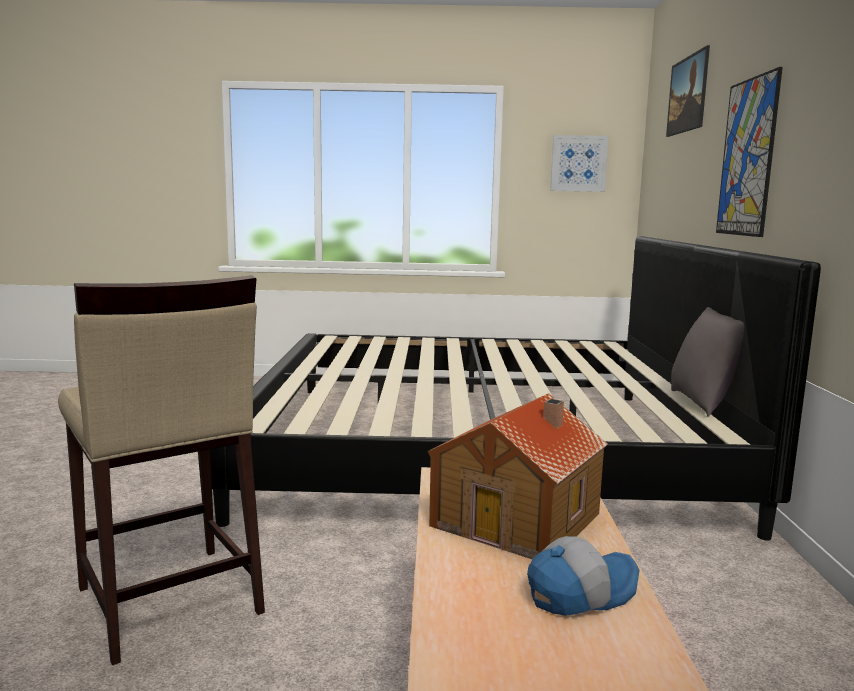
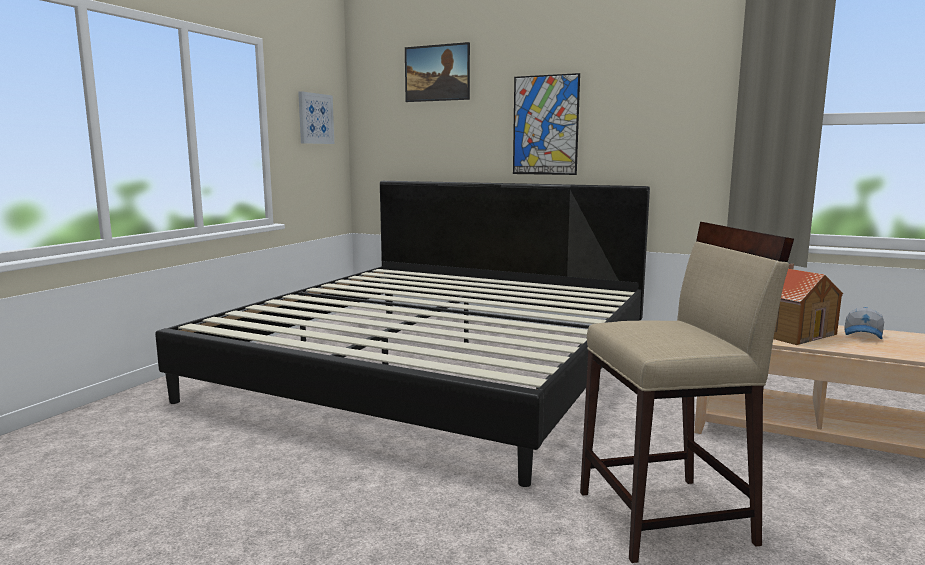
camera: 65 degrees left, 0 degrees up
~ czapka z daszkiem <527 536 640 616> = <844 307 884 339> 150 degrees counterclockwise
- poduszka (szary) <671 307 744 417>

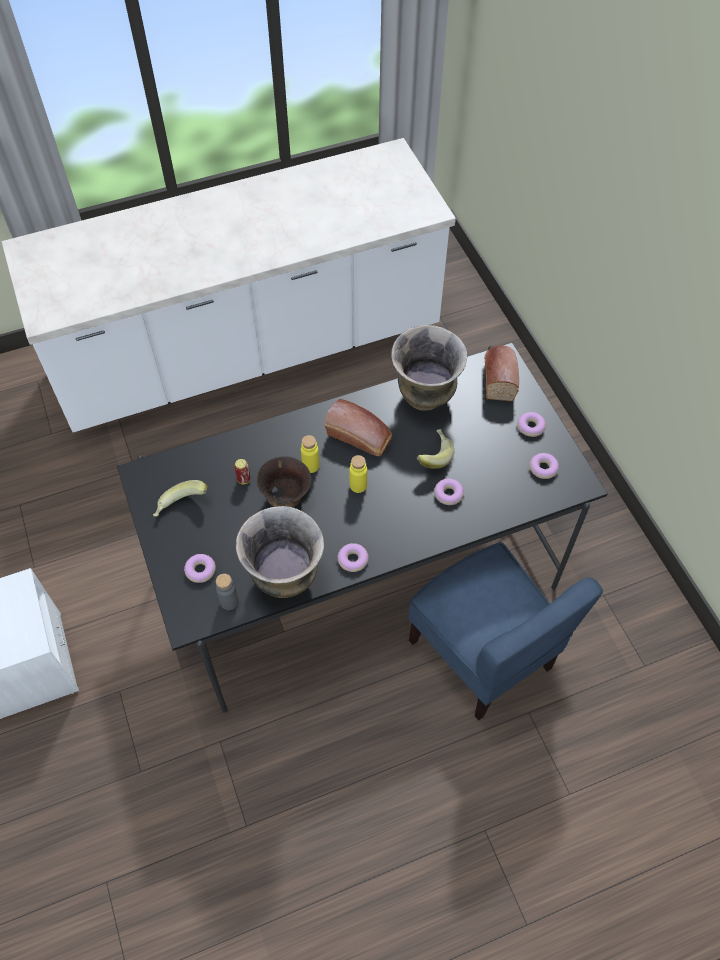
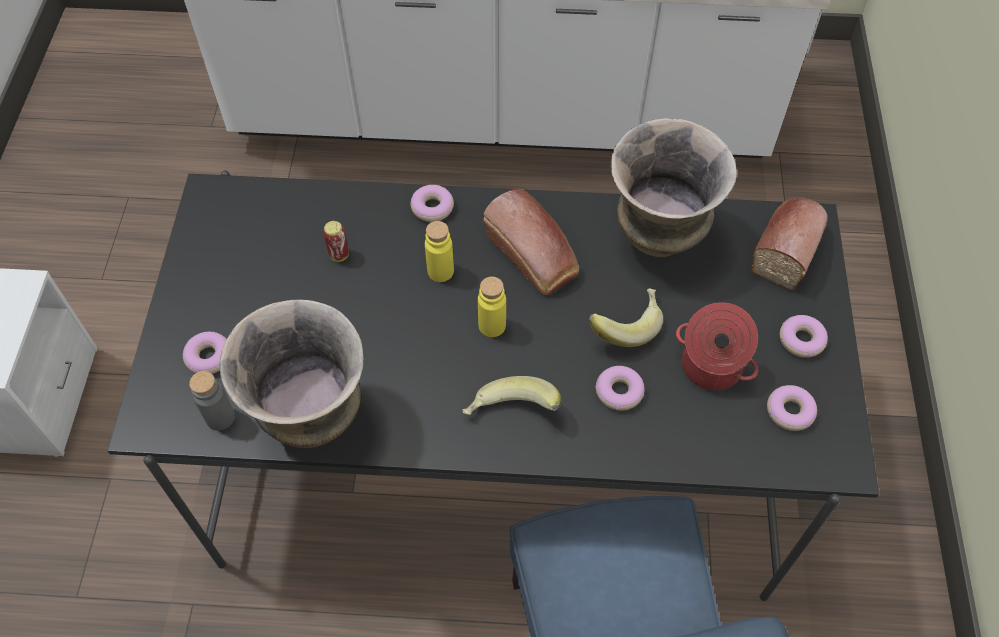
camera: 25 degrees right, 0 degrees up
~ donut <337 543 368 572> to <410 185 454 222>
~ banan <153 480 208 517> to <462 376 562 415>
+ garnek <676 302 758 390>
- miska (brązowy) <256 456 311 507>

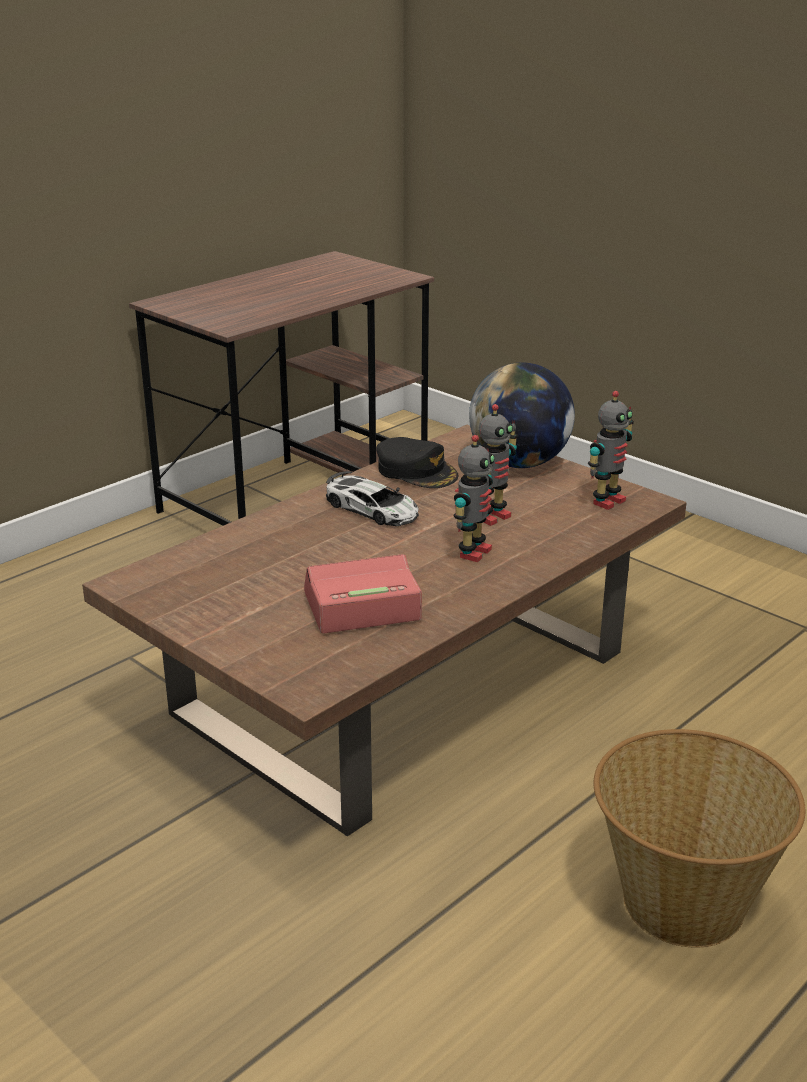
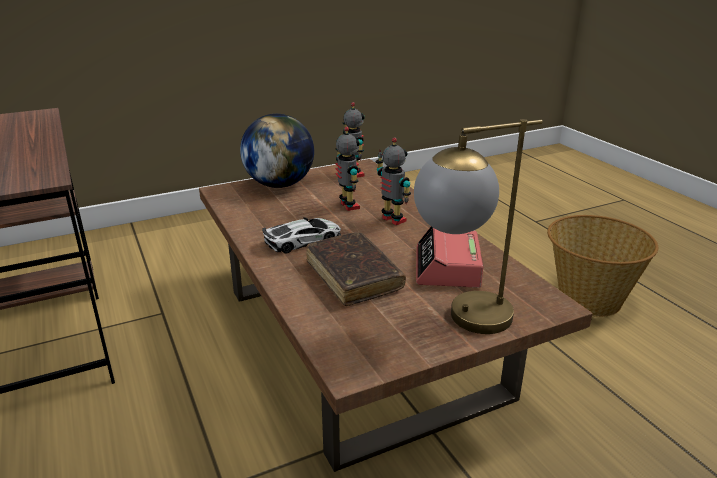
camera: 70 degrees left, 0 degrees up
+ książka (brązowy) <306 232 406 306>
+ lampa stołowa <414 119 543 334>
- czapka z daszkiem (czarny) <376 437 458 488>

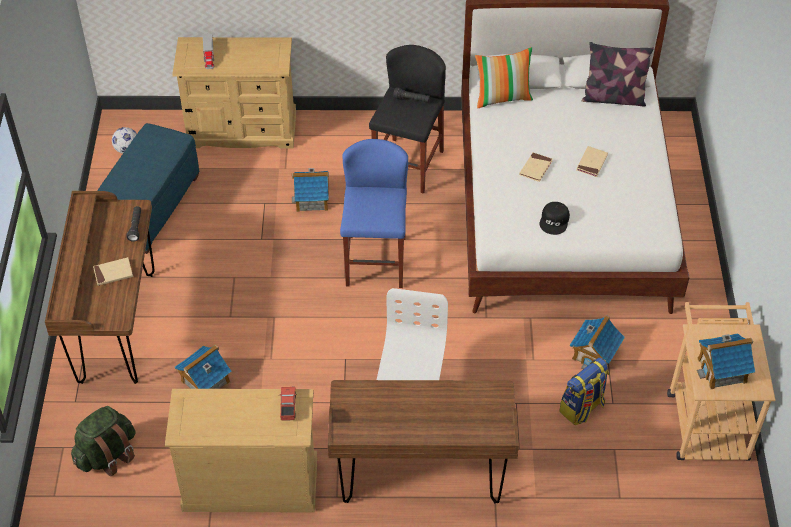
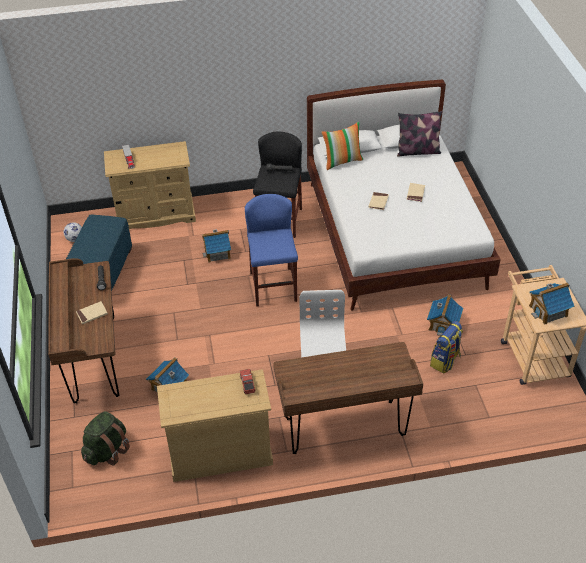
camera: 10 degrees left, 5 degrees down
- czapka z daszkiem (czarny) <539 202 570 235>

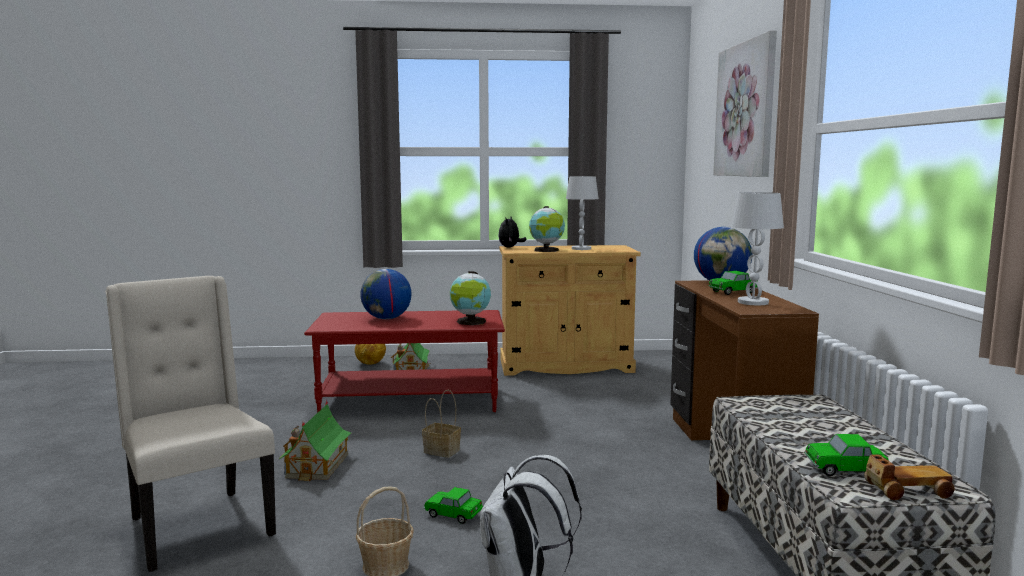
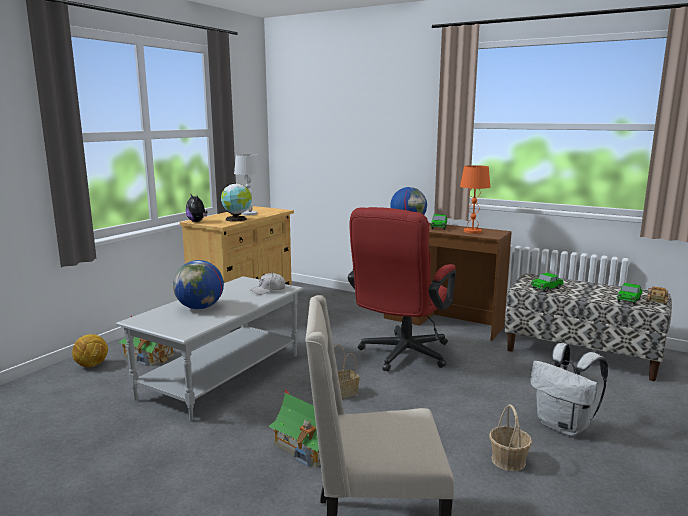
camera: 55 degrees left, 5 degrees up
~ ława (czerwony) <304 310 505 413> to ława (szary) <116 276 304 421>
~ globus <450 271 491 325> to czapka z daszkiem (biały) <250 273 285 295>
+ krzesło biurowe (czerwony) <348 207 456 372>
~ lampa stołowa (biały) <731 192 784 305> to lampa stołowa (pomarańczowy) <460 165 490 234>
~ samochodzik <424 487 483 524> to <531 273 563 292>
- obraz <713 30 777 177>

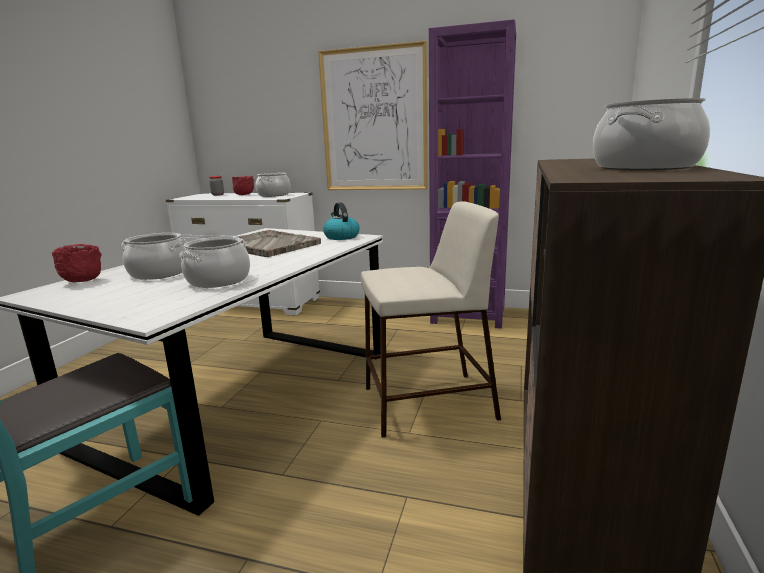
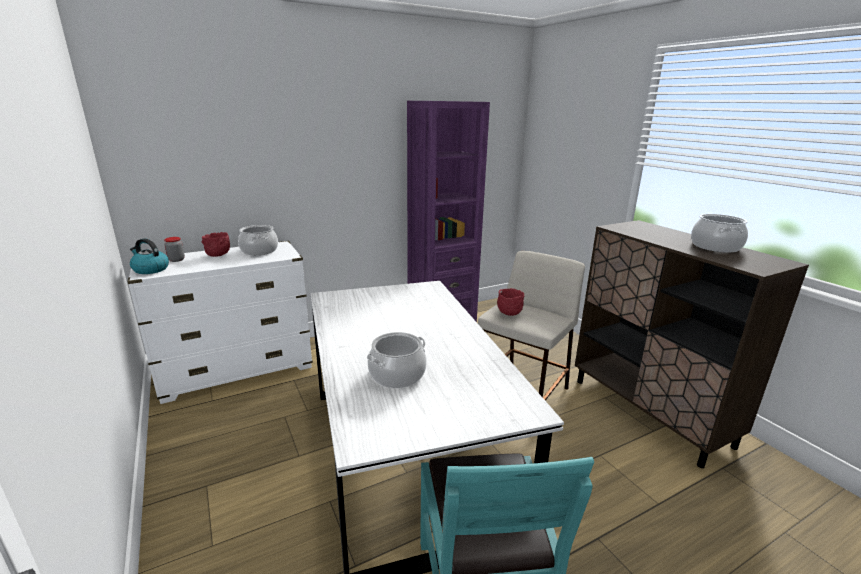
camera: 45 degrees left, 5 degrees up
~ czajnik <323 202 360 240> to <130 238 169 274>
~ miska (czerwony) <52 244 102 282> to <497 288 525 316>
- garnek <179 237 250 288>
- taca (szary) <238 230 321 257>
- obraz <318 41 428 190>

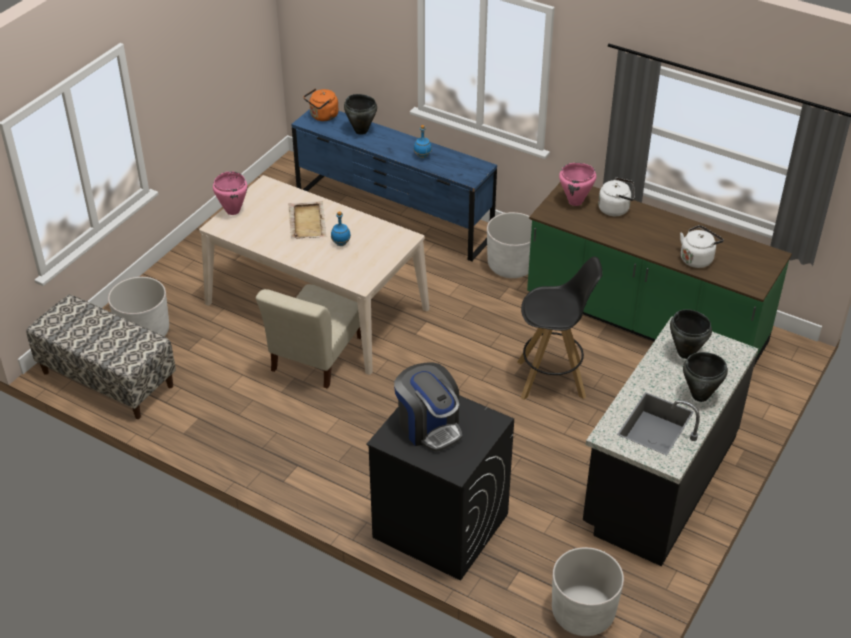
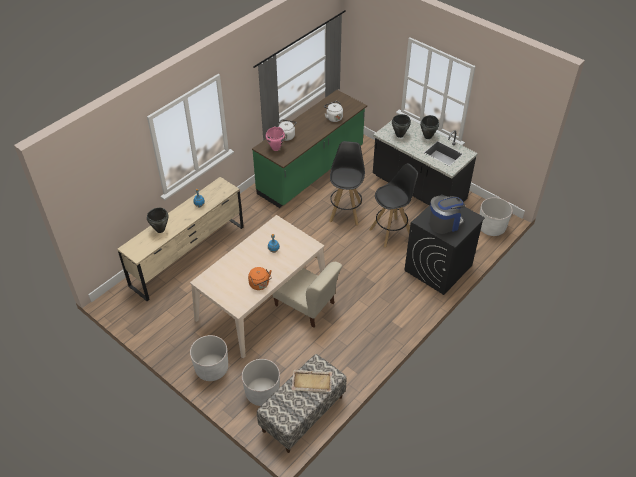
camera: 80 degrees left, 5 degrees up
~ komoda (niebieski) <291 109 497 261> to komoda (beżowy) <117 177 244 301>
~ donica (biały) <487 212 532 278> to <190 335 228 381>
~ czajnik (pomarańczowy) <303 88 339 121> to <248 267 272 290>
~ taca (beżowy) <288 201 327 239> to <292 370 332 392>
+ stołek (czarny) <369 163 418 247>
- garnek (różowy) <213 171 247 215>

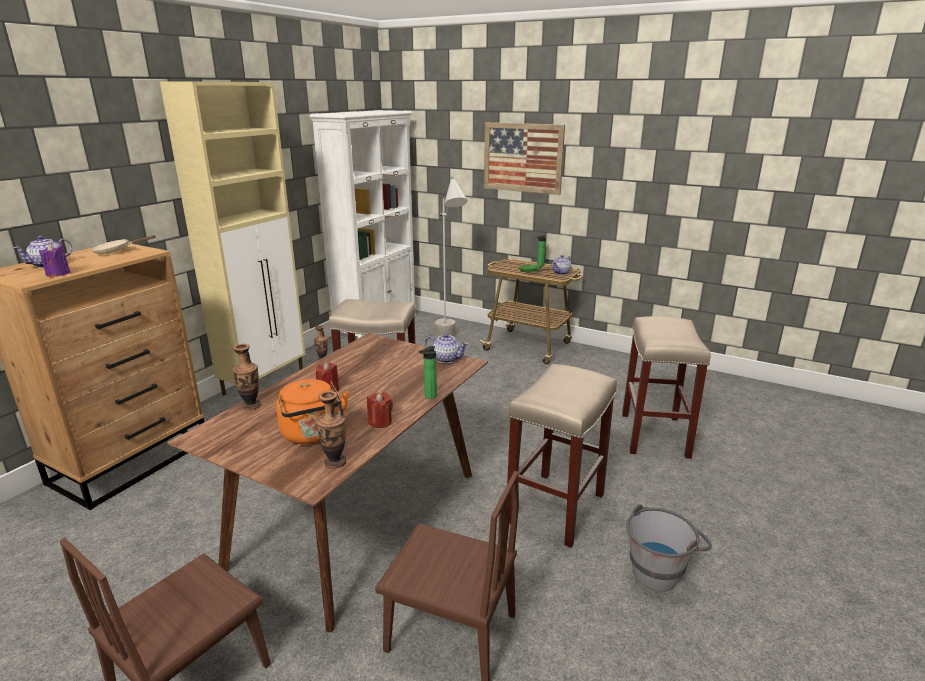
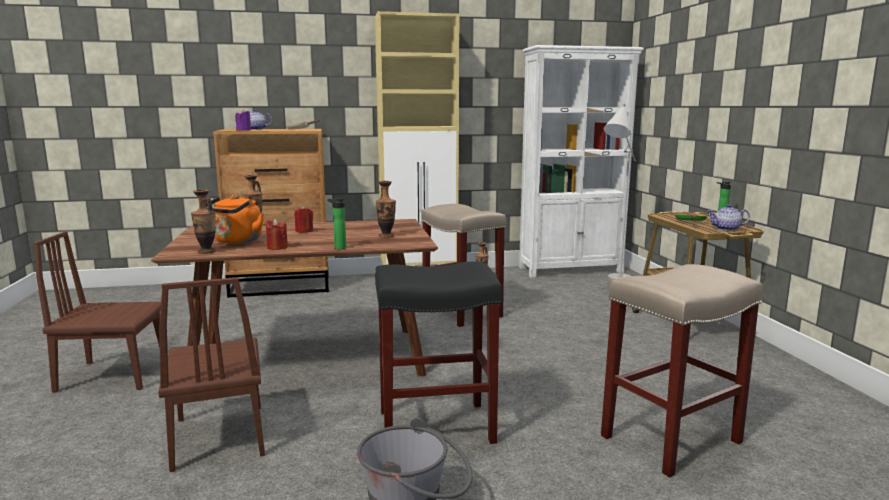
camera: 50 degrees right, 10 degrees down
~ stołek (beżowy) <507 364 617 548> to stołek (czarny) <375 261 503 444>
+ wazon <376 181 396 238>
- imbryk <425 333 468 363>
- obraz <484 122 565 195>

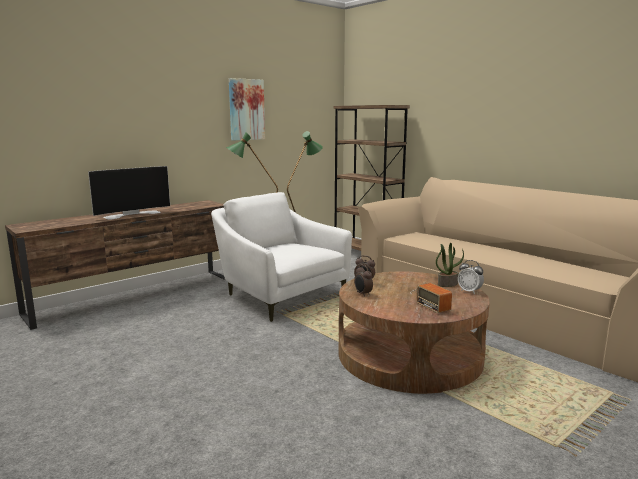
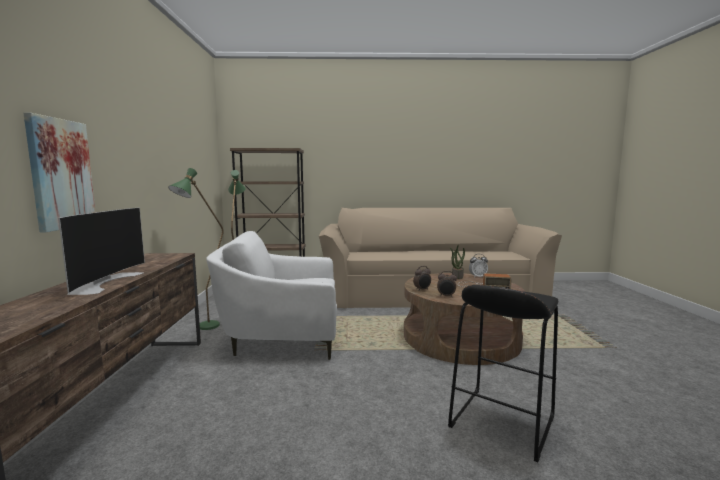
camera: 50 degrees left, 5 degrees down
~ obraz <229 78 265 140> to <23 112 95 232>
+ stołek (czarny) <448 285 558 462>

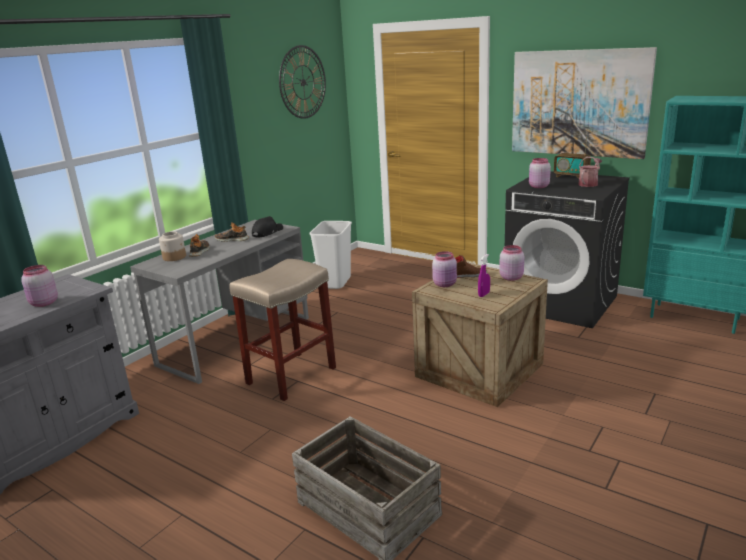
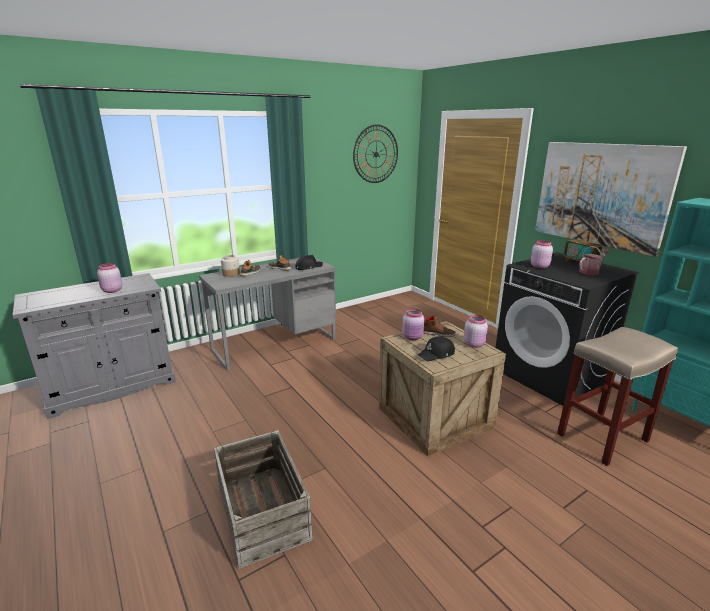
camera: 20 degrees right, 0 degrees up
~ spryskiwacz (fioletowy) <478 254 490 297> to czapka z daszkiem (czarny) <418 336 455 361>
~ stołek (beżowy) <230 259 336 401> to <557 327 678 466>
- kosz na śmieci (biały) <310 221 352 289>

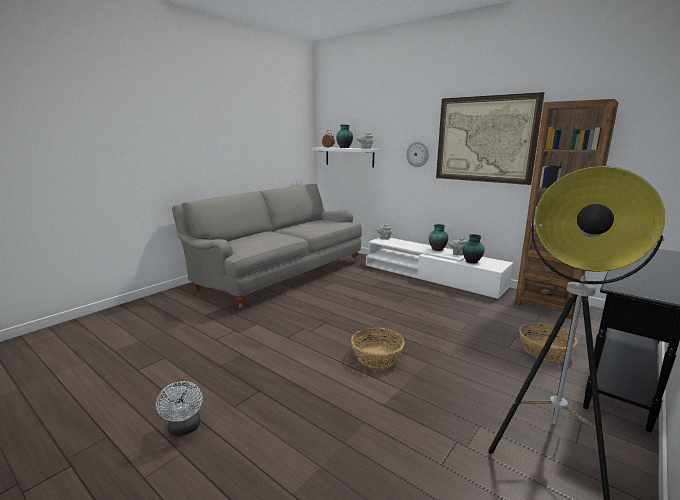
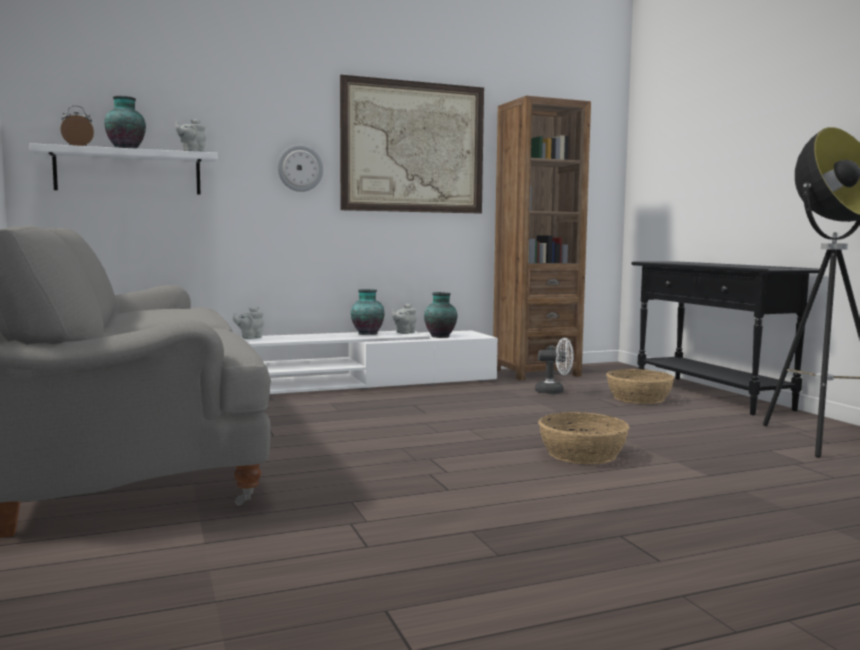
camera: 60 degrees left, 10 degrees down
~ wentylator (biały) <156 380 203 436> to <535 338 574 394>

